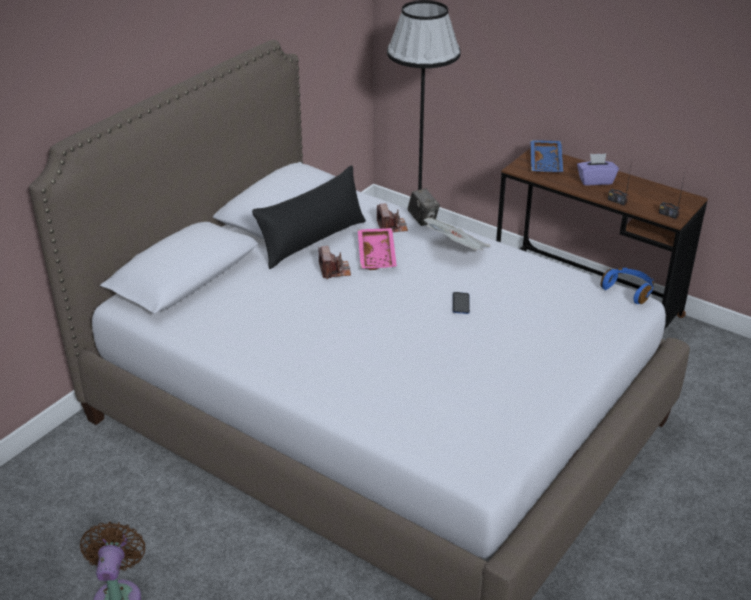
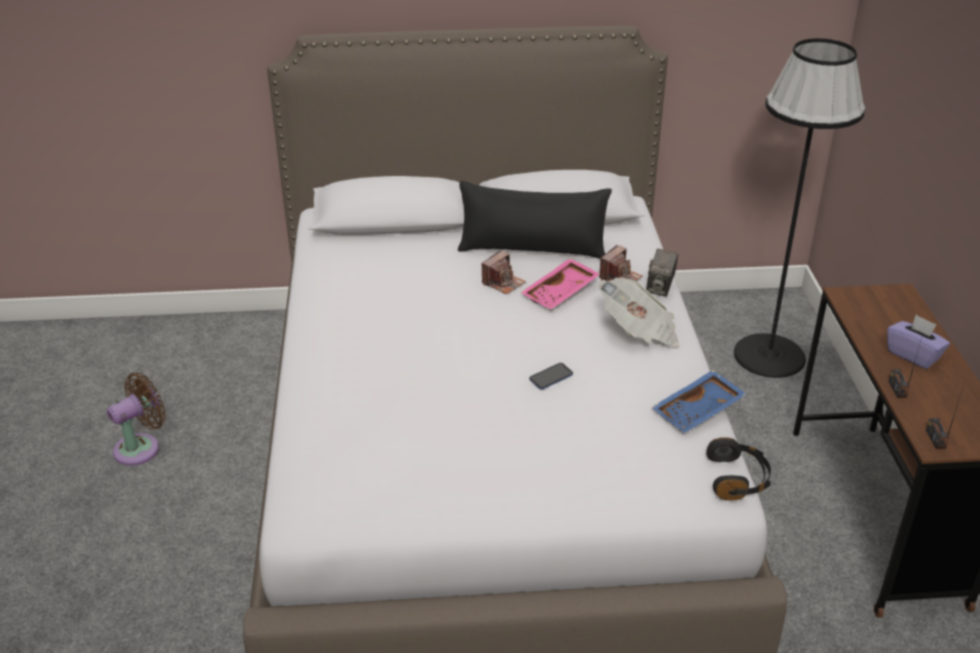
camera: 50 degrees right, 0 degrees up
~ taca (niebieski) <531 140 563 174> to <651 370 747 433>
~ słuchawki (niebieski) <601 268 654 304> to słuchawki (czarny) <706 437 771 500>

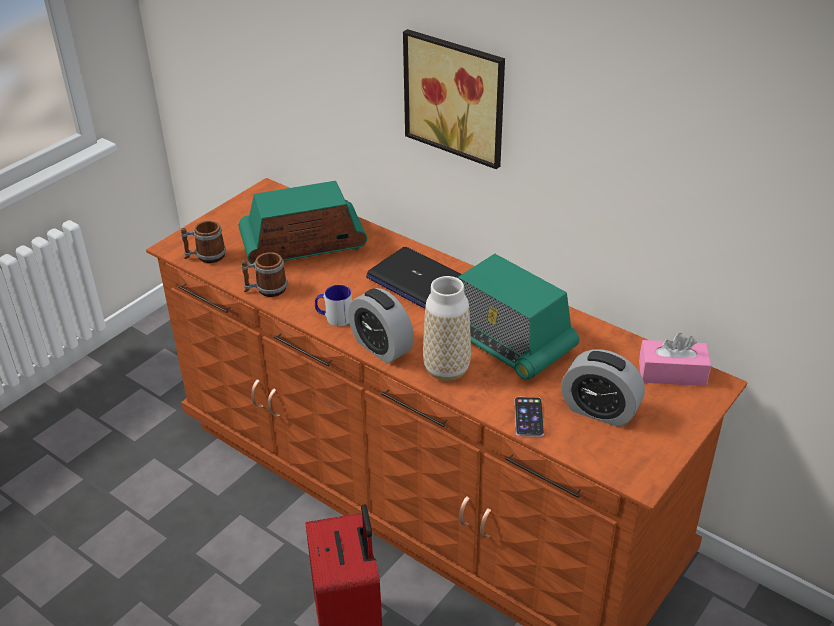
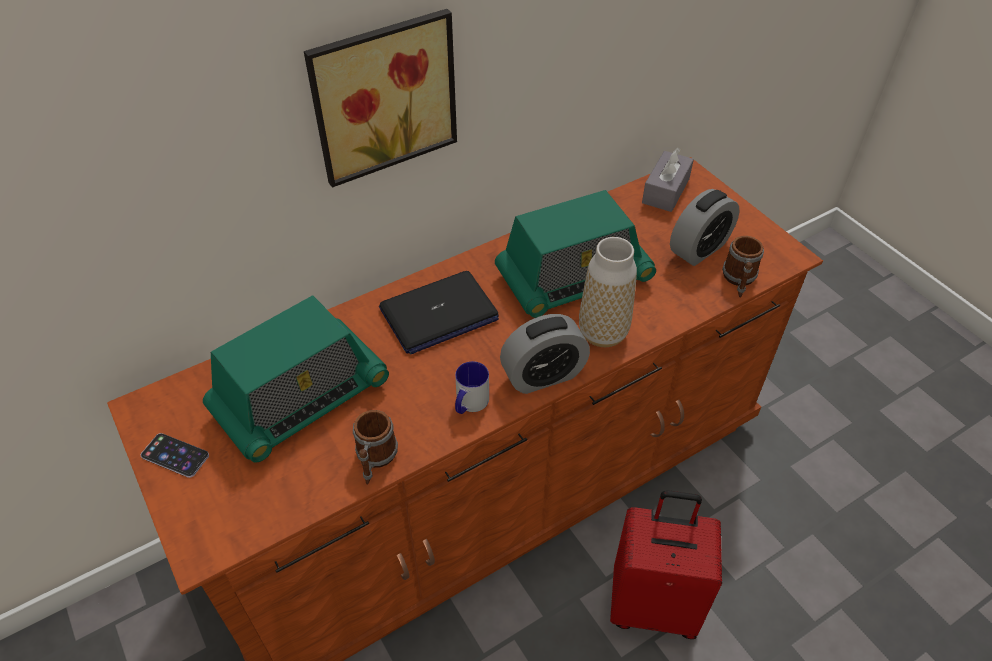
camera: 70 degrees left, 10 degrees up
~ telefon <515 397 544 437> to <141 433 209 478>
~ radio <239 181 367 264> = <203 295 389 463> 135 degrees counterclockwise
~ pudełko chusteczek (różowy) <639 333 711 386> to pudełko chusteczek (szary) <642 148 694 212>
~ kubek <181 221 226 263> to <722 236 764 297>

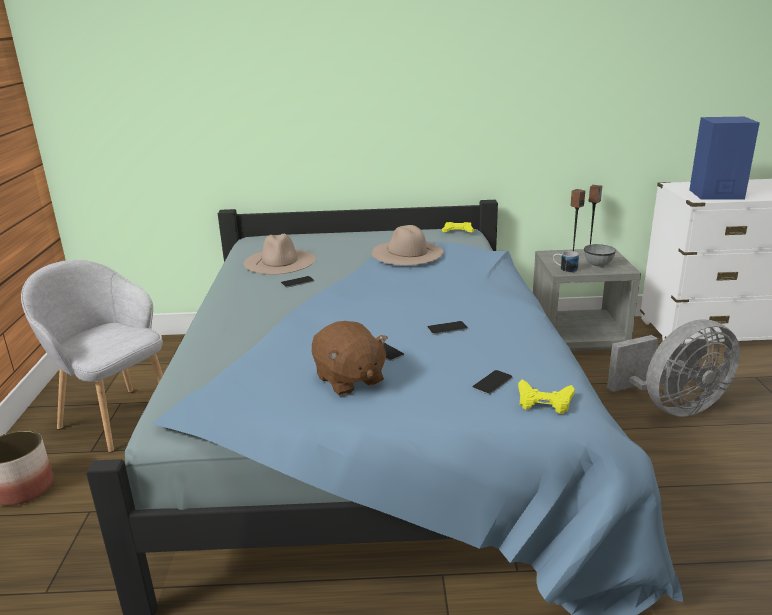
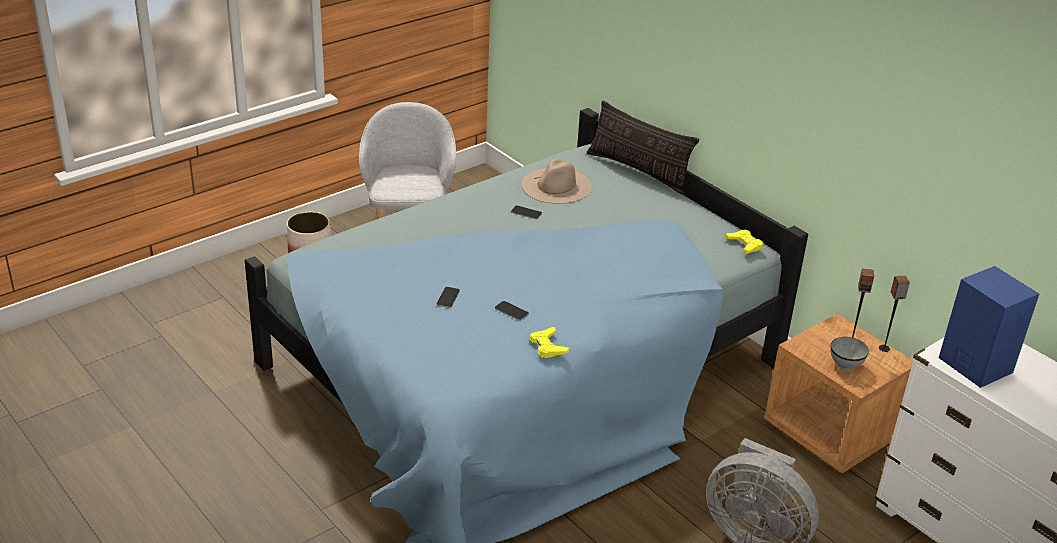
camera: 50 degrees right, 10 degrees up
~ pad do gier (żółty) <518 380 575 414> to <530 327 569 358>
+ poduszka <587 101 699 194>
~ szafka nocna (szary) <533 249 641 351> to szafka nocna (brązowy) <764 314 913 474>
- pluszak (brązowy) <312 321 388 396>
- kapelusz (beżowy) <372 225 444 265>
- telefon <472 370 512 395>
- kubek <553 251 579 273>

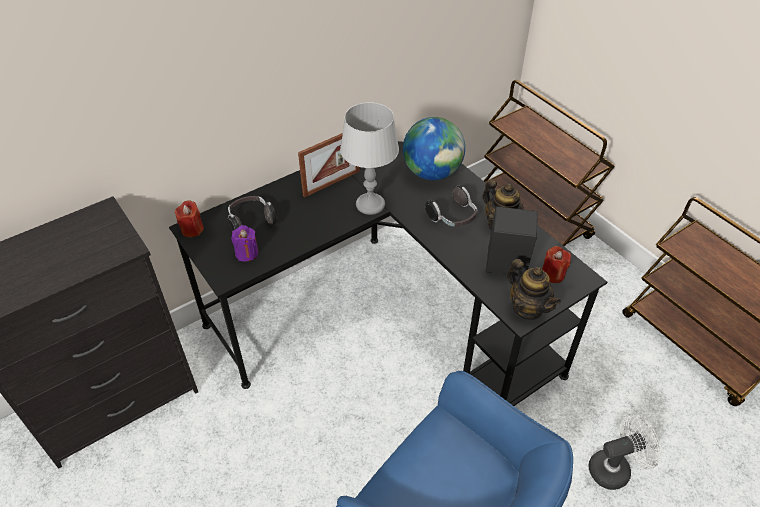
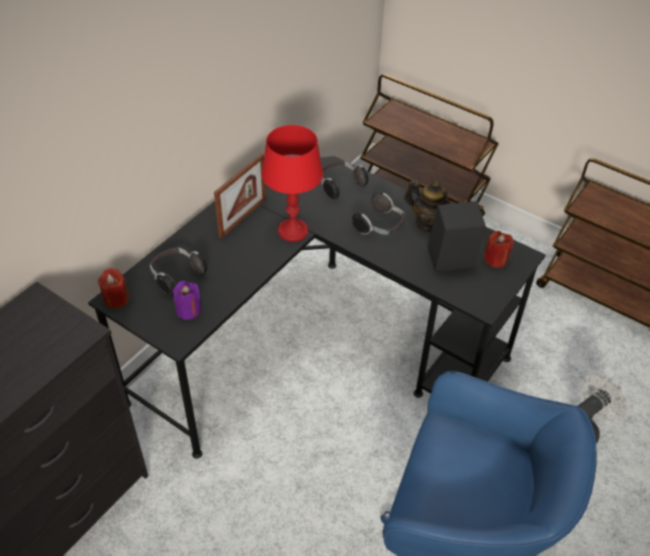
camera: 20 degrees left, 0 degrees up
~ lampa stołowa (szary) <340 102 399 215> to lampa stołowa (czerwony) <261 125 323 242>
~ globus <403 117 465 180> to słuchawki <321 161 369 199>
- imbryk <507 259 561 320>

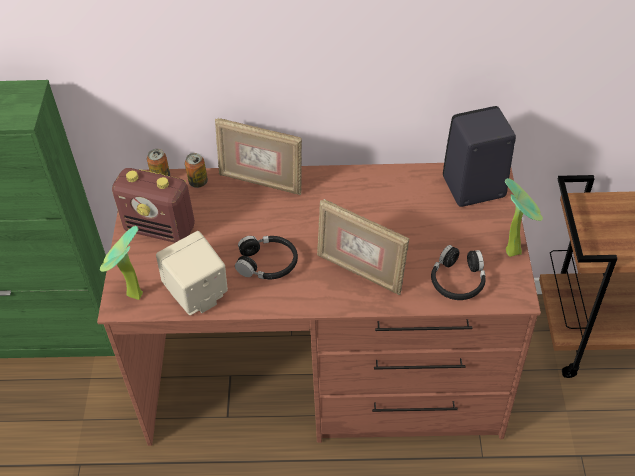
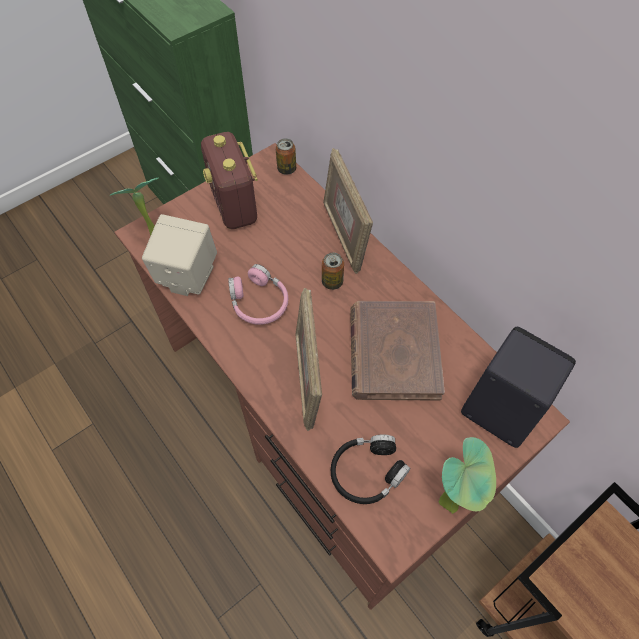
camera: 50 degrees right, 10 degrees up
~ słuchawki (czarny) <235 236 298 279> to słuchawki (różowy) <228 264 288 325>
~ puszka <185 153 208 188> to <322 253 344 290>
+ książka (brązowy) <350 301 445 401>

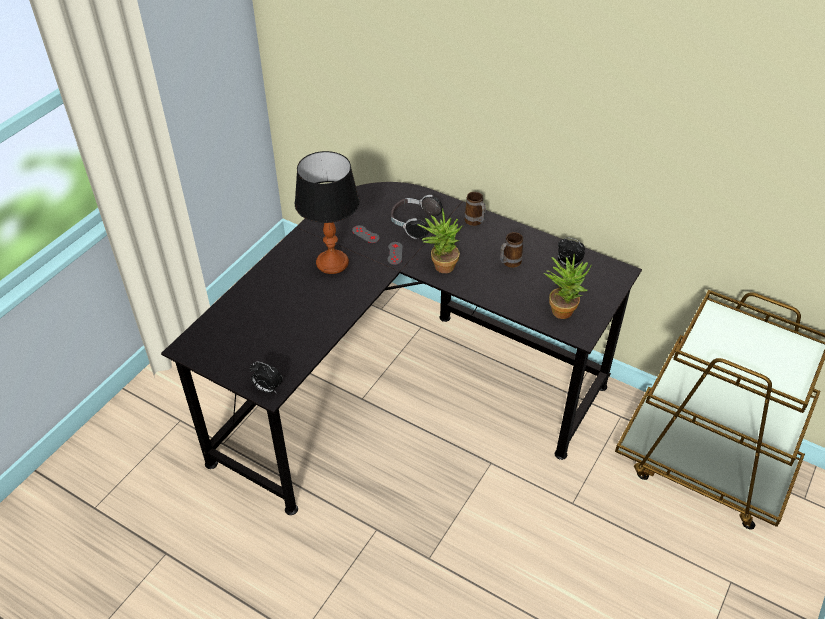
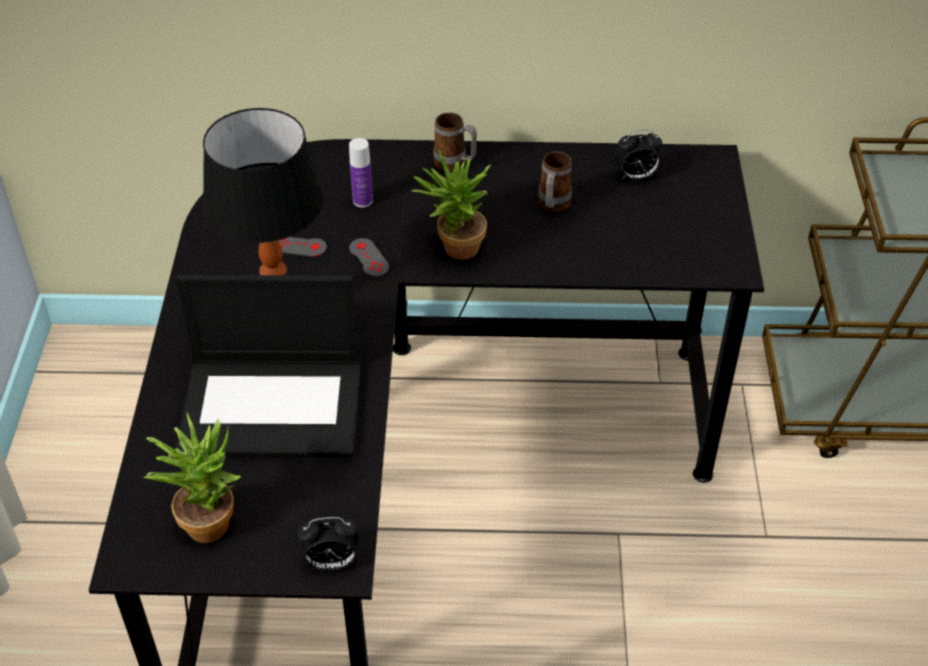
camera: 30 degrees left, 0 degrees up
~ roślina doniczkowa <544 254 591 319> to <143 412 241 543>
+ laptop <175 275 361 457>
~ słuchawki <391 195 443 239> to butelka <349 138 373 207>

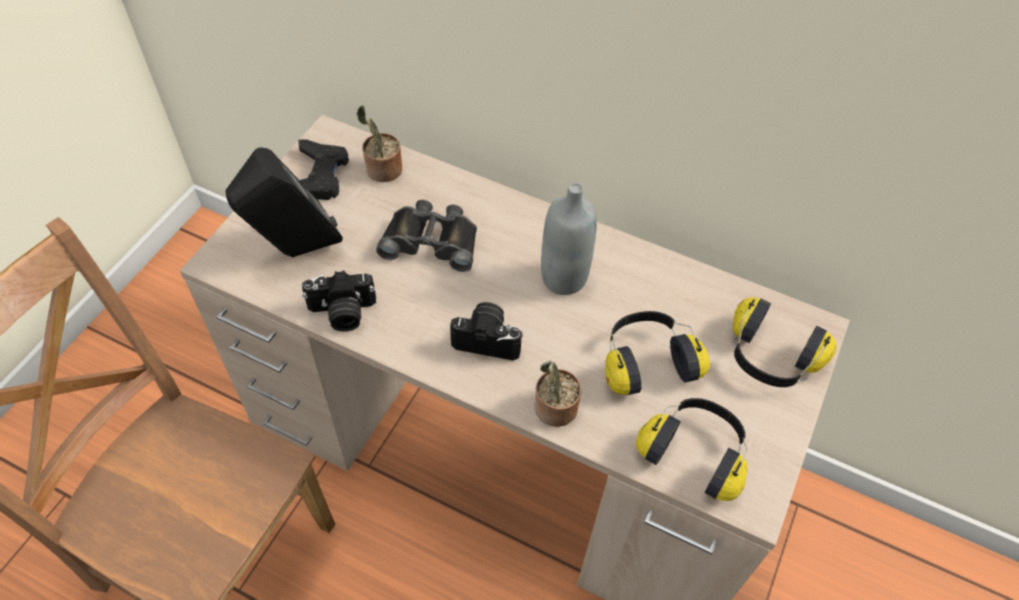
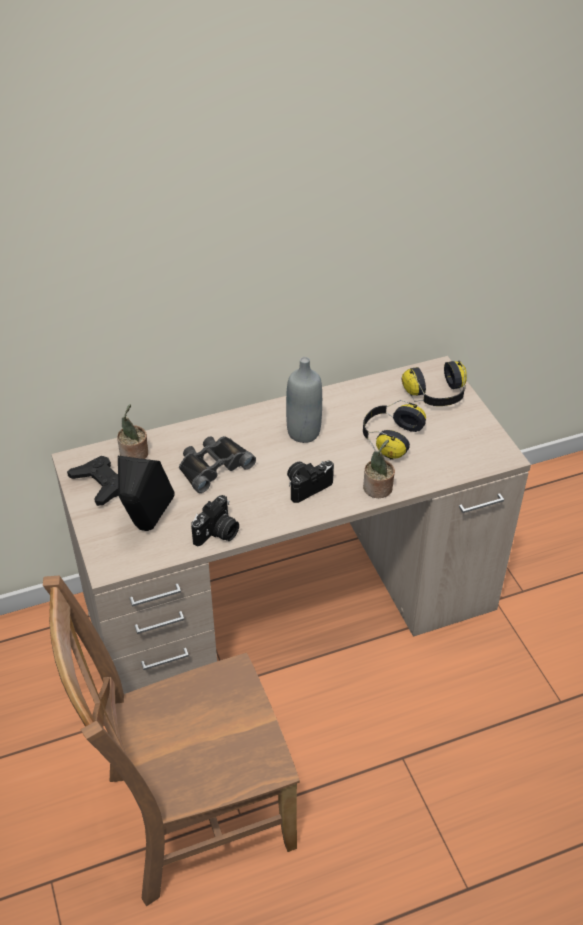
camera: 45 degrees left, 10 degrees down
- słuchawki <636 398 748 501>

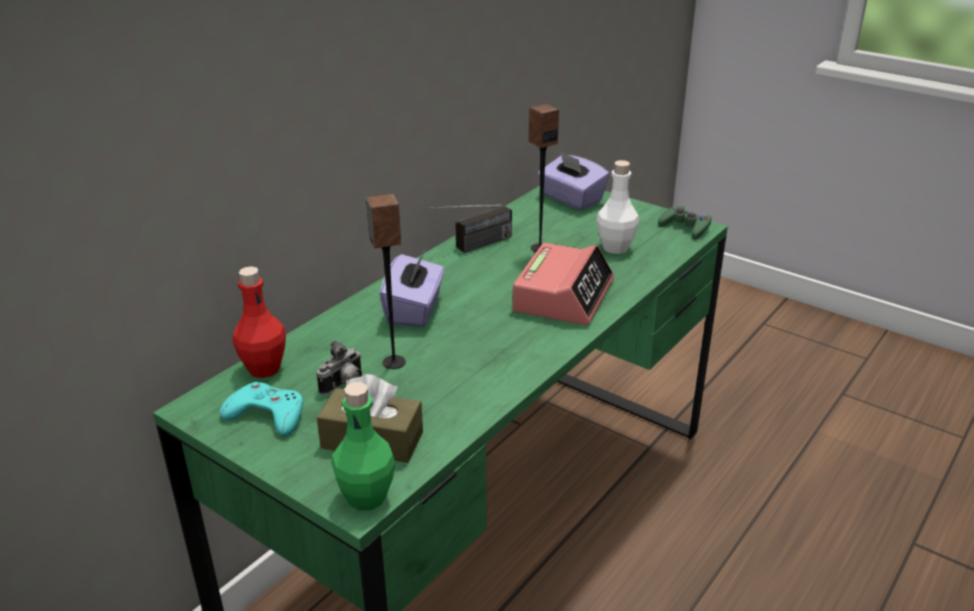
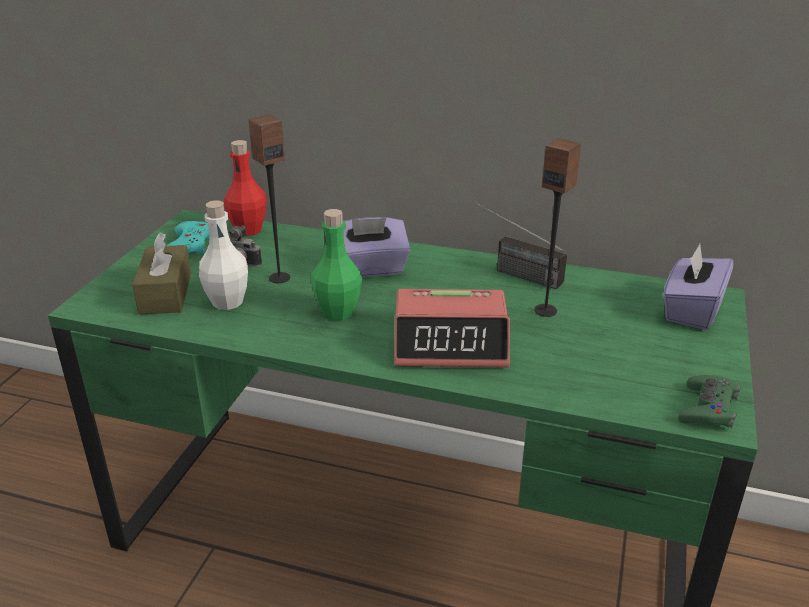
camera: 70 degrees right, 0 degrees up
~ butelka (biały) <597 160 639 254> to <199 200 248 310>
~ butelka (zielony) <331 382 395 511> to <311 209 362 320>

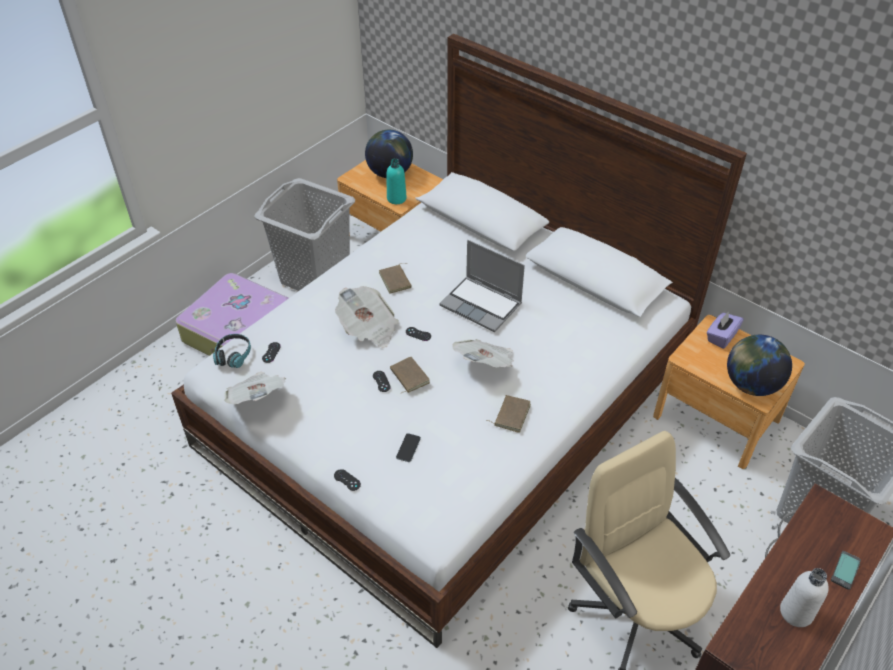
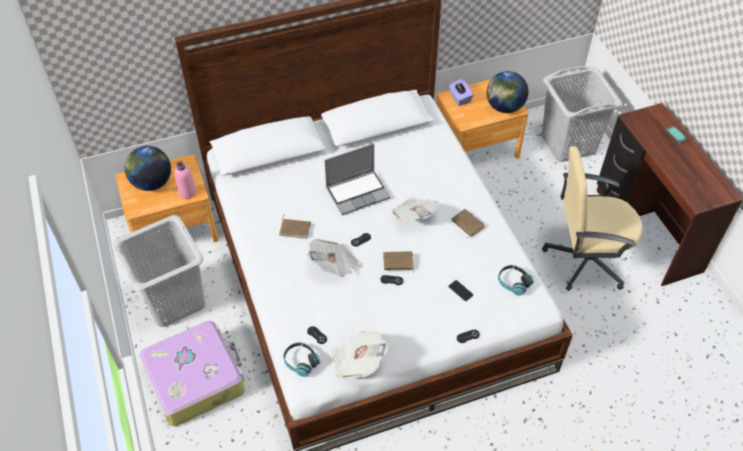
camera: 60 degrees left, 5 degrees up
~ butelka (turkusowy) <386 159 407 204> to butelka (różowy) <174 161 196 199>
+ słuchawki <498 265 534 296>
- butelka (biały) <780 568 829 627>

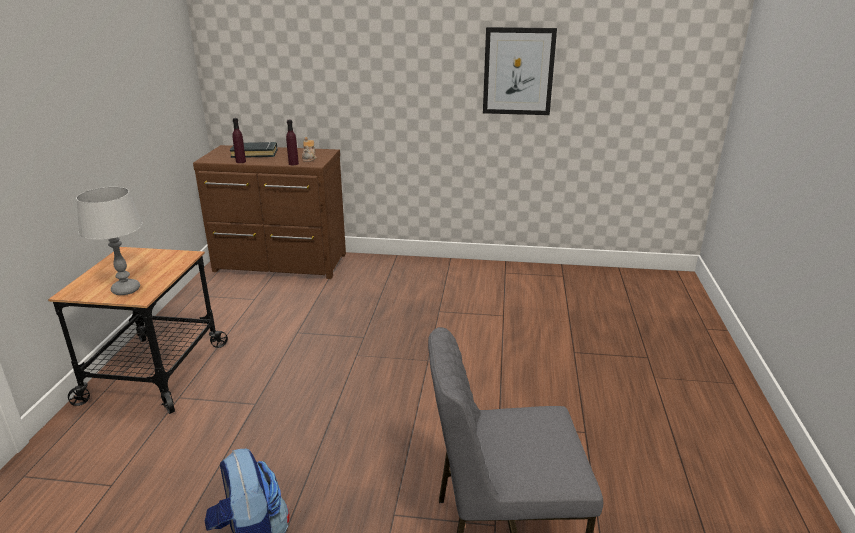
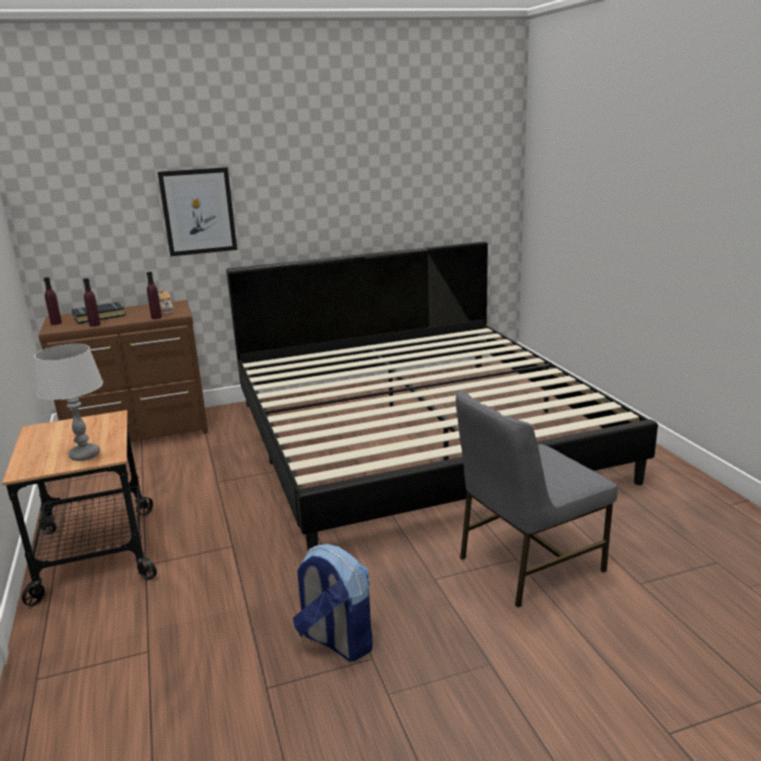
camera: 25 degrees left, 5 degrees down
+ butelka (fioletowy) <44 277 62 325>
~ obraz <483 27 557 115> to <158 167 237 256>
+ łóżko <226 241 658 550>

